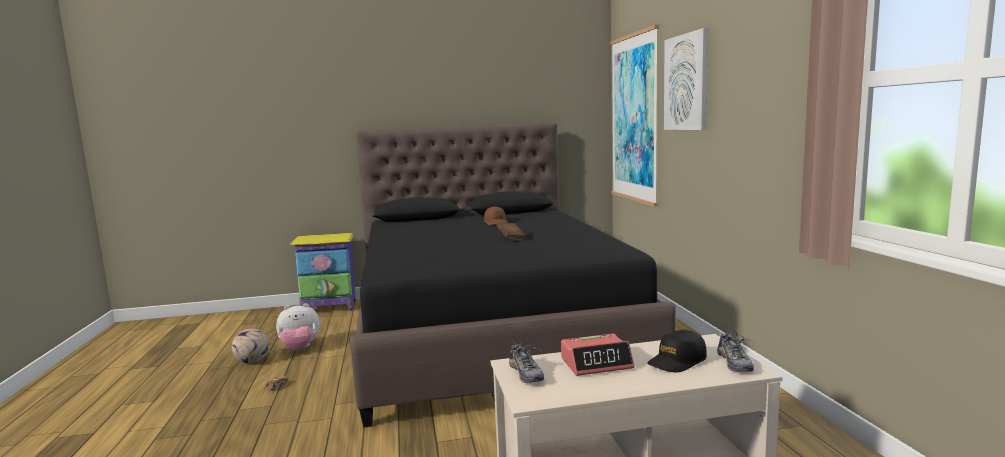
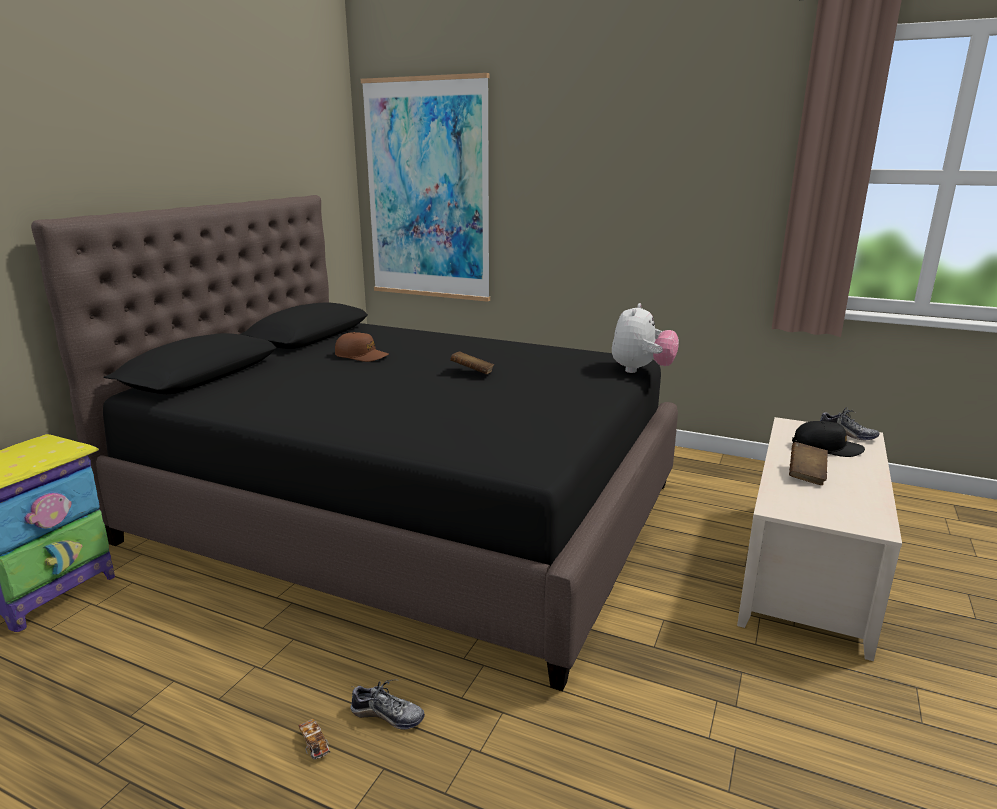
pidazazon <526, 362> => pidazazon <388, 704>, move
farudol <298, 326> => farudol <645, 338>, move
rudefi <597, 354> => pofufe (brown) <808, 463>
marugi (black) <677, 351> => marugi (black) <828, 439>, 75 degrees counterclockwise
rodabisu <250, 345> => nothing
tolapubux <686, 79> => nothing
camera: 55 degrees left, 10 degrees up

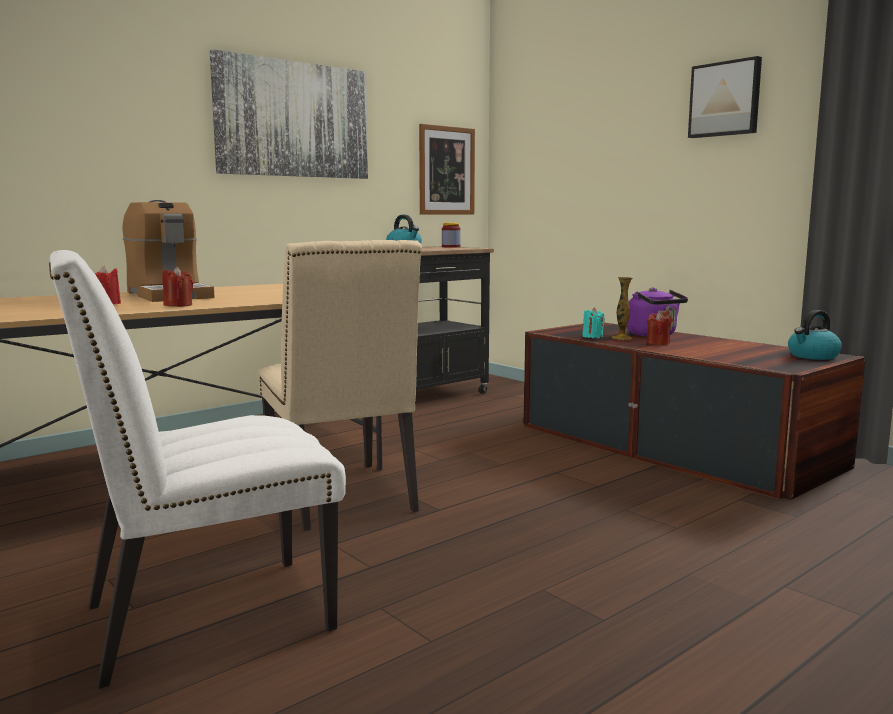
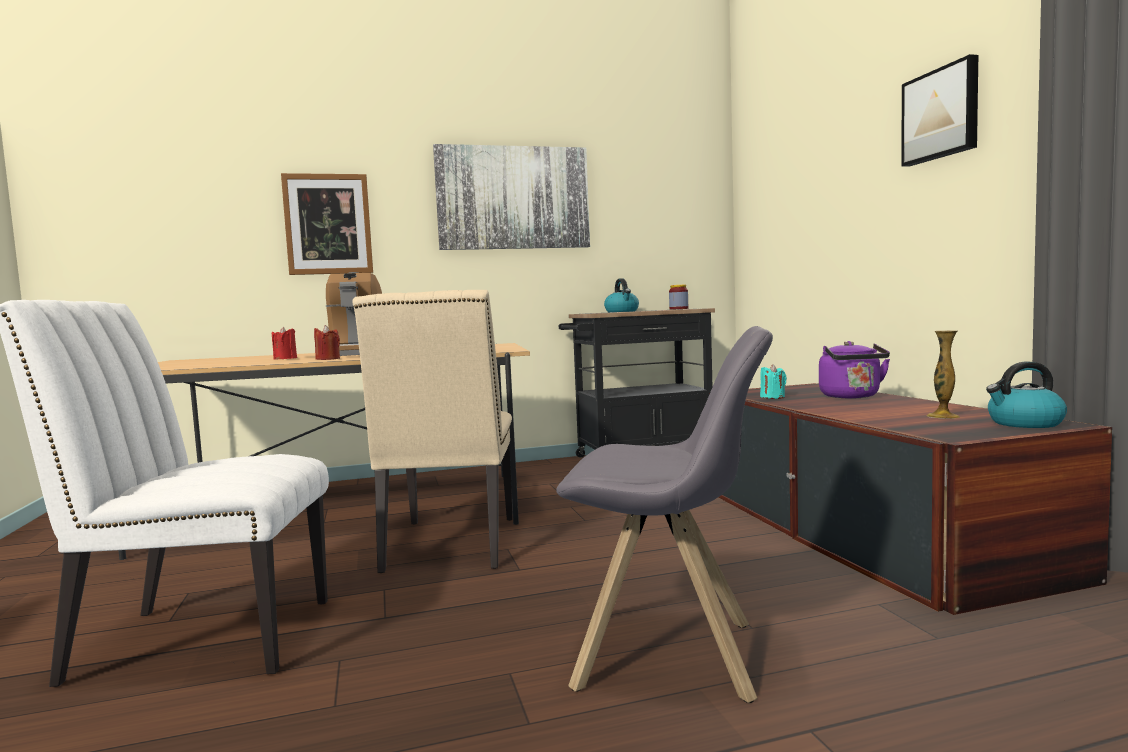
tolapubux <447, 169> => tolapubux <327, 224>, move
nothing => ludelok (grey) <664, 514>
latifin <621, 308> => latifin <943, 375>, move
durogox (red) <659, 328> => nothing
camera: 25 degrees right, 5 degrees down

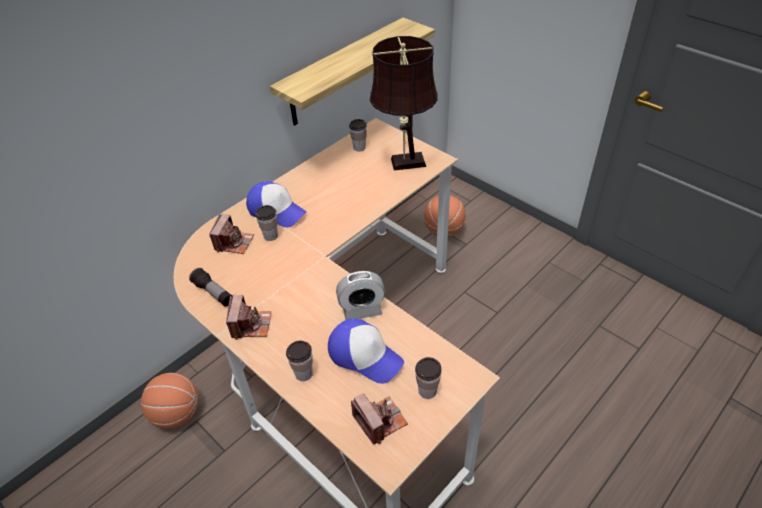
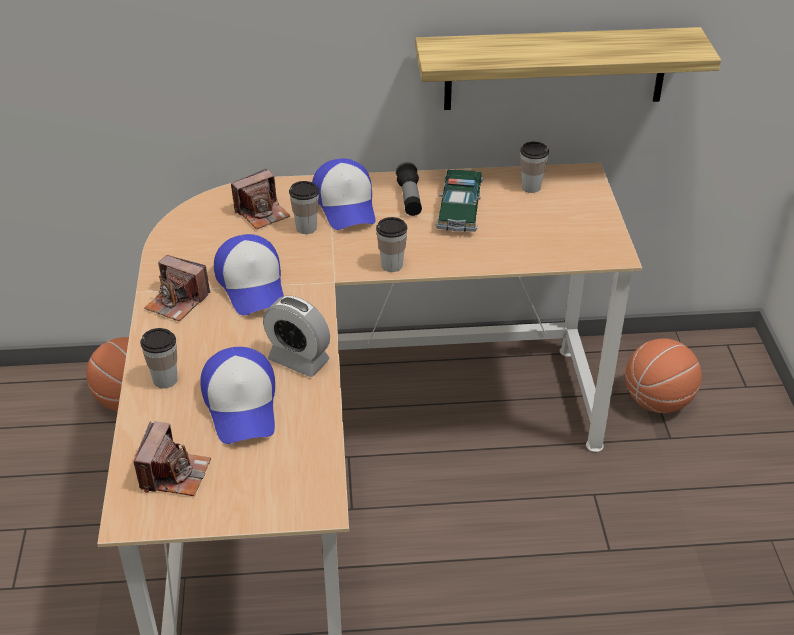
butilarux <248, 317> => butilarux <177, 288>, 75 degrees clockwise
nothing => marugi <249, 275>
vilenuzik <428, 378> => vilenuzik <391, 244>, move
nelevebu <210, 287> => nelevebu <409, 189>, move
nothing => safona <459, 200>
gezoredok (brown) <404, 103> => nothing
camera: 40 degrees right, 5 degrees down

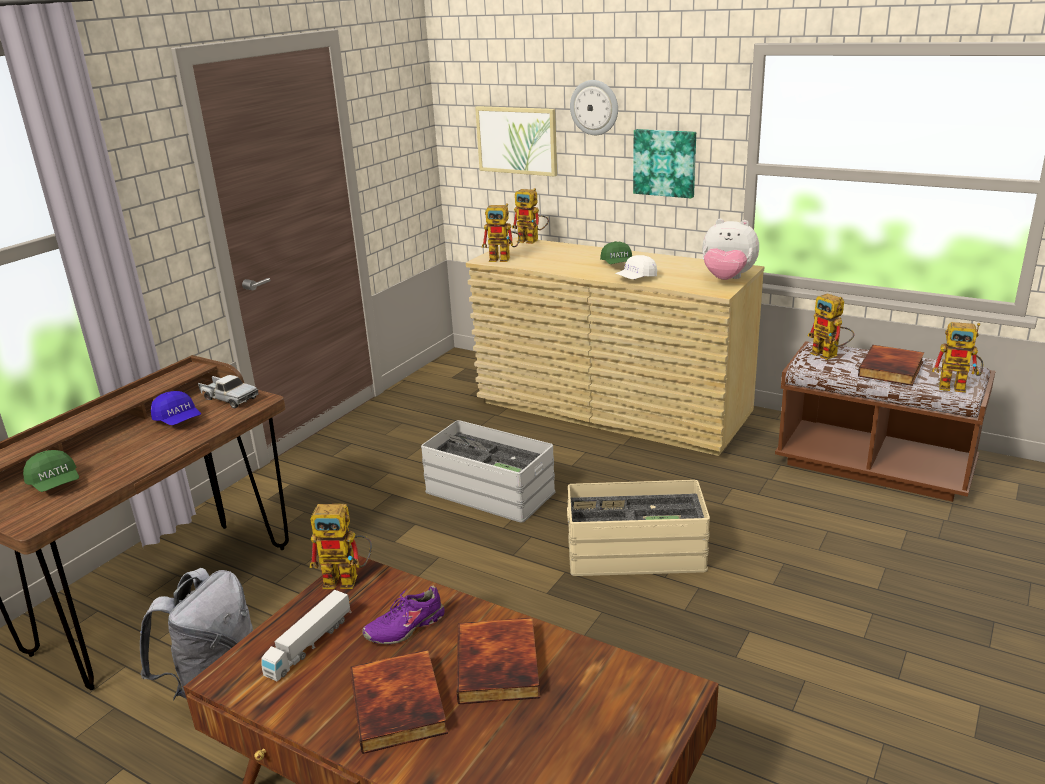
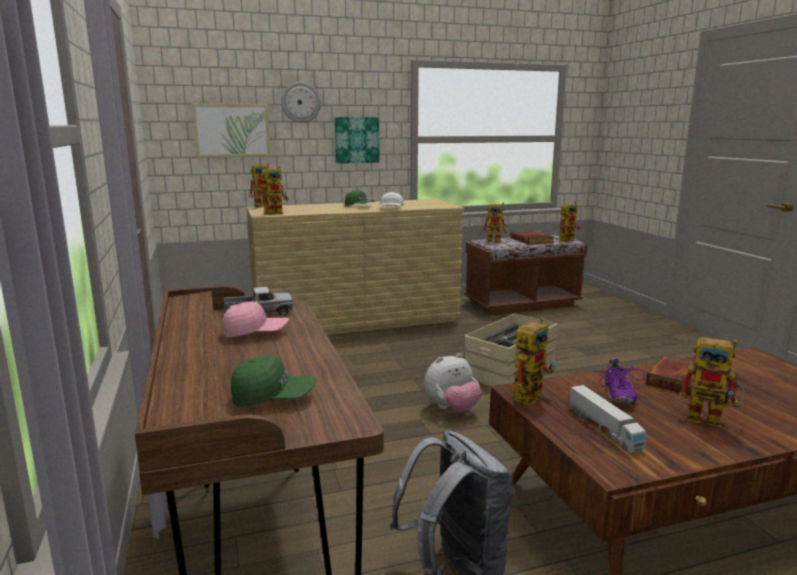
marugi (blue) <176, 408> => marugi (pink) <256, 319>
farudol <730, 249> => farudol <453, 382>, move
pofufe <399, 702> => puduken <711, 382>
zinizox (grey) <488, 471> => nothing
camera: 50 degrees left, 10 degrees down

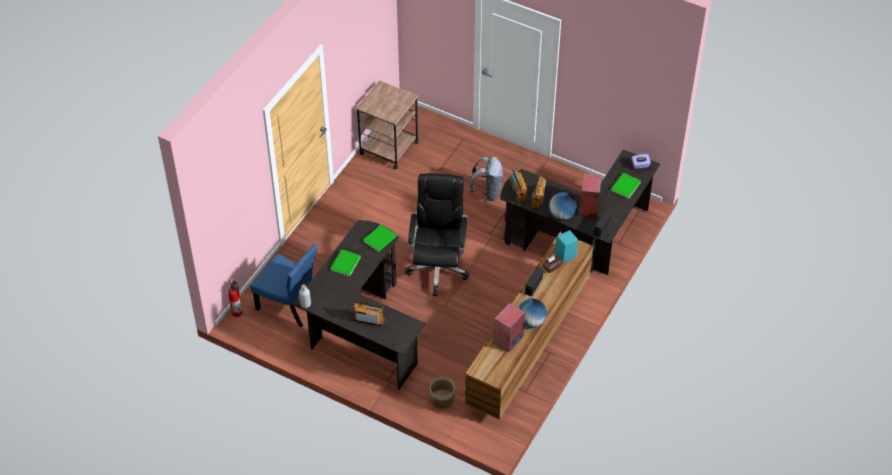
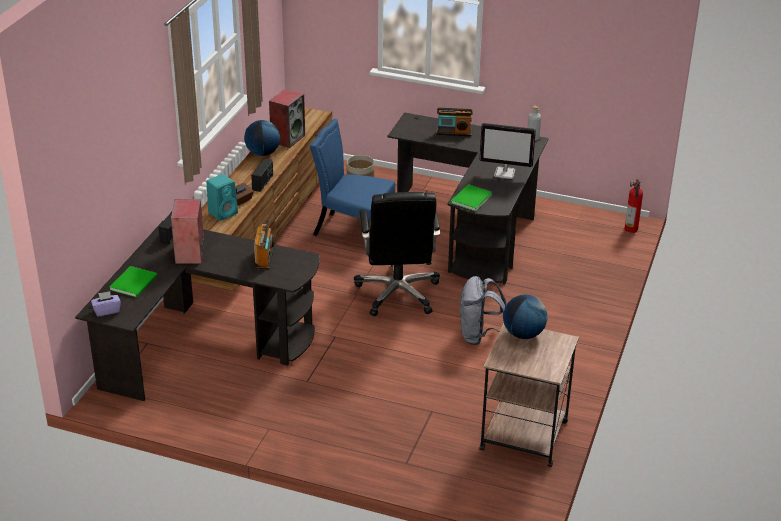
ludelok (blue) <283, 285> => ludelok (blue) <352, 177>, move
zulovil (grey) <487, 179> => zulovil (grey) <483, 310>, move
pofufe (green) <345, 263> => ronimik <508, 151>
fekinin <563, 206> => fekinin <525, 317>, move
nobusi <518, 186> => nothing
camera: 170 degrees right, 15 degrees down

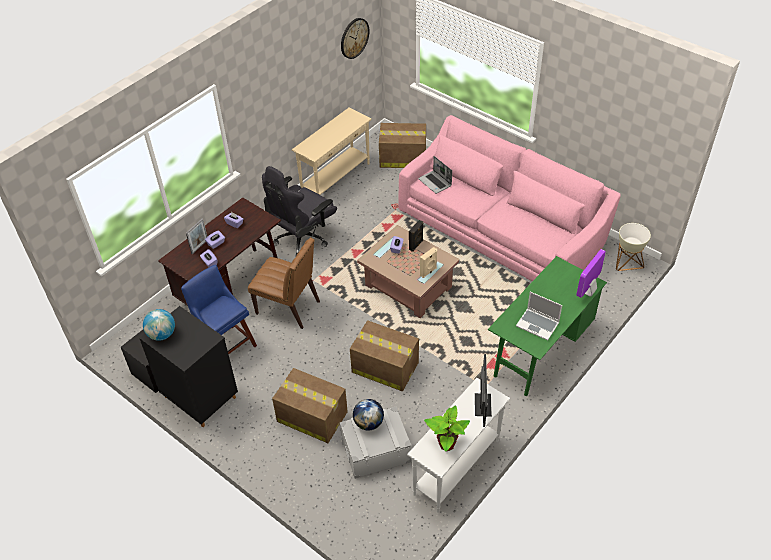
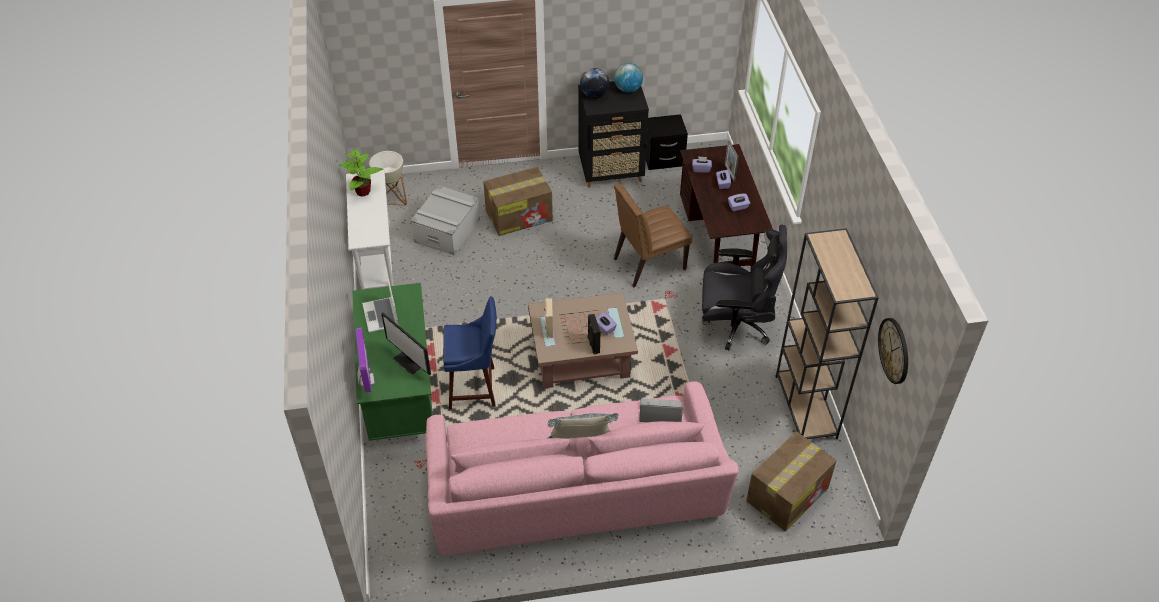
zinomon <539, 316> => zinomon <380, 305>, 90 degrees counterclockwise
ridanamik <633, 247> => ridanamik <388, 178>, move
ronimik <483, 390> => ronimik <406, 343>, move
ludelok (blue) <219, 310> => ludelok (blue) <470, 352>, move
nothing => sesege <582, 426>
fekinin <368, 414> => fekinin <594, 83>, move
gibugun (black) <299, 210> => gibugun (black) <744, 287>, 105 degrees clockwise
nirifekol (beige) <332, 151> => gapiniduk <827, 333>
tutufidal <384, 356> => nothing
camera: 130 degrees right, 0 degrees up

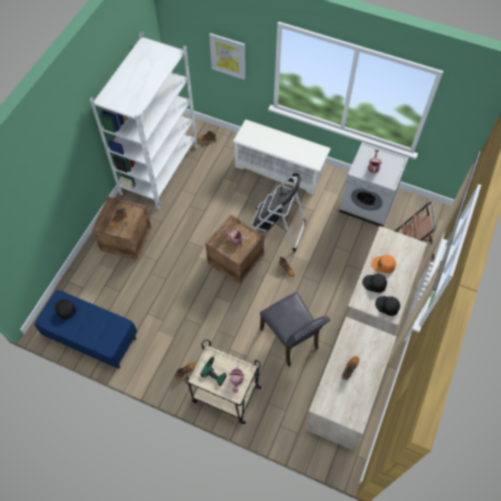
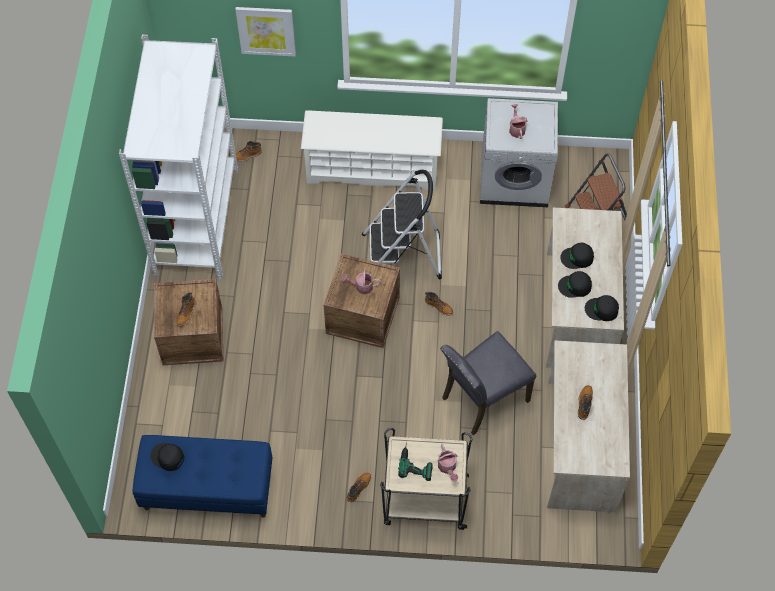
ludelok (grey) <295, 329> => ludelok (grey) <488, 383>, 105 degrees clockwise
marugi (orange) <384, 264> => marugi (black) <577, 256>
camera: 20 degrees left, 0 degrees up

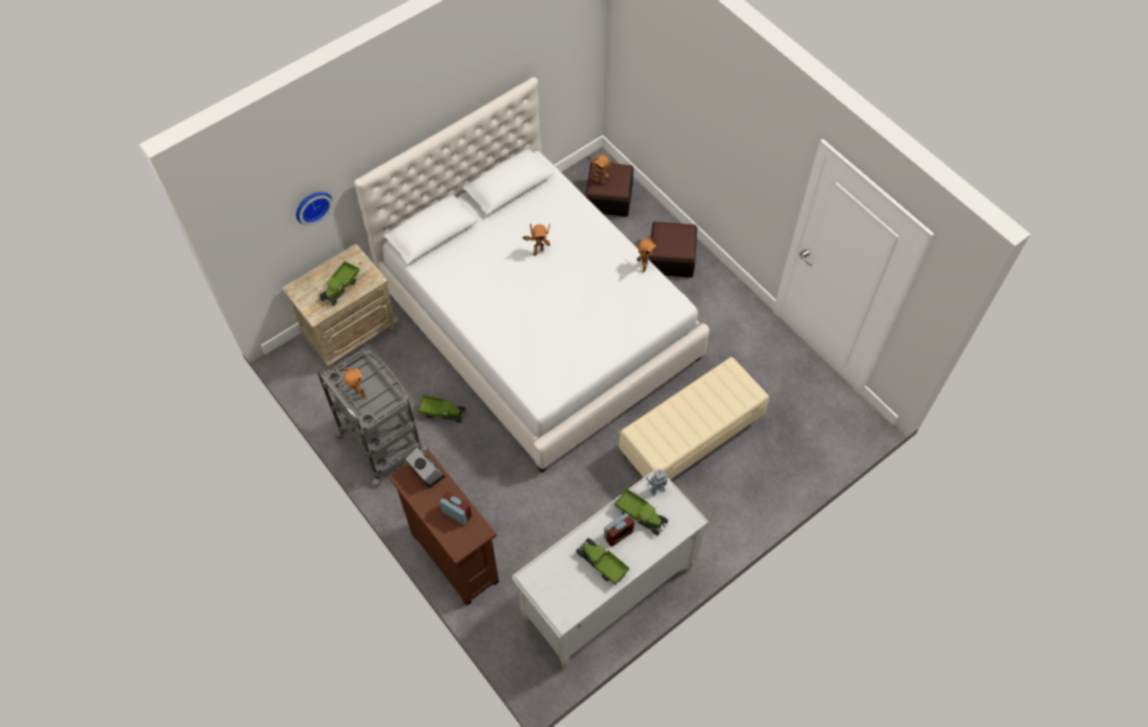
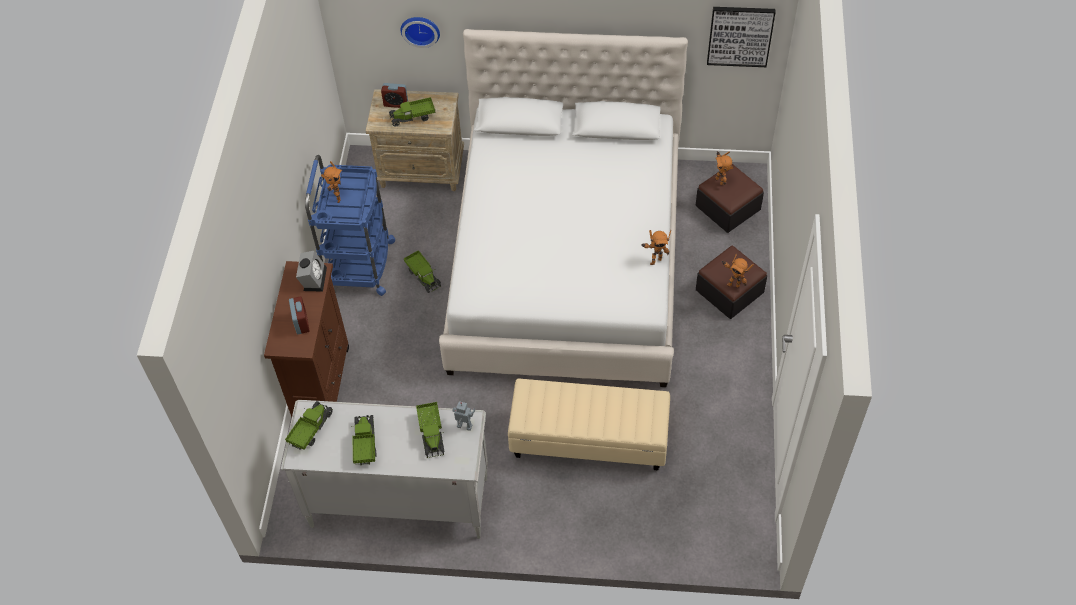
nothing => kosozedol <309, 425>
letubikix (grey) <372, 419> => letubikix (blue) <350, 225>
rudefi <619, 530> => rudefi <394, 95>, move
nothing => tolapubux <741, 37>
puduken <536, 240> => puduken <737, 270>, move
camera: 45 degrees right, 5 degrees down

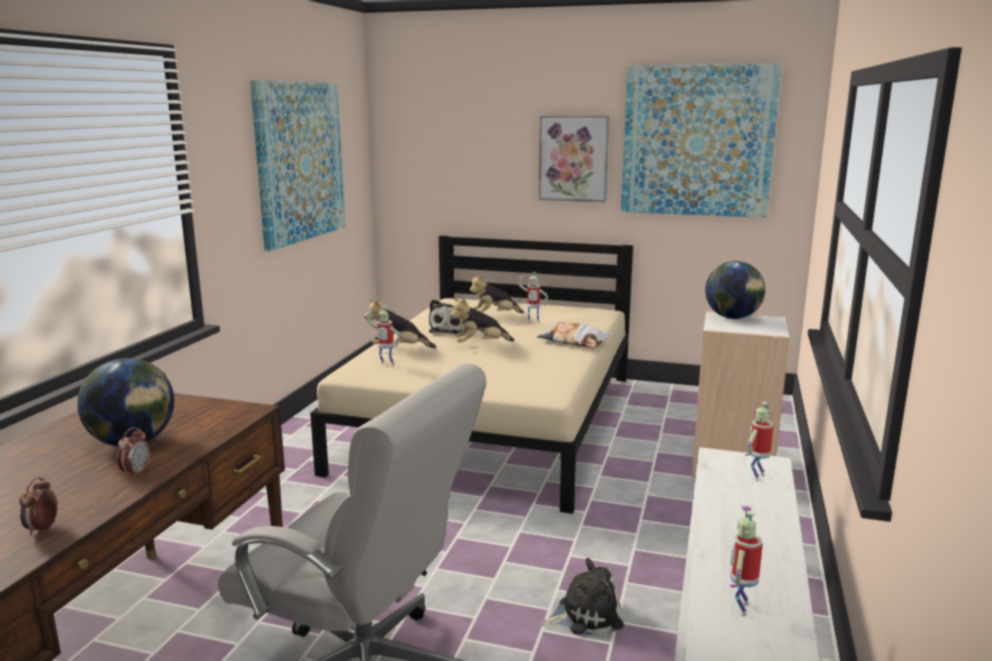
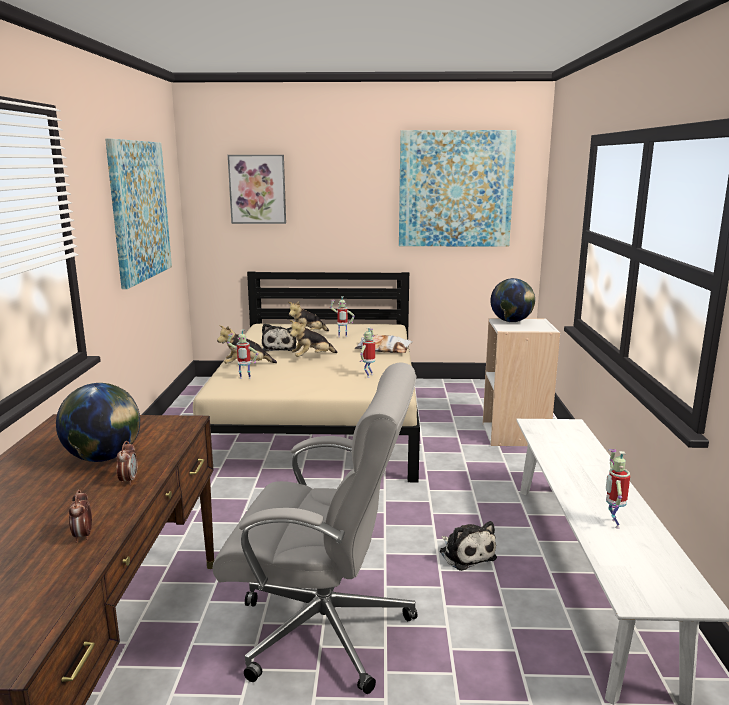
tolapubux <574, 159> => tolapubux <257, 189>, move
puduken <759, 441> => puduken <367, 352>, move
farudol <582, 596> => farudol <468, 546>, 90 degrees clockwise
camera: 15 degrees left, 0 degrees up

